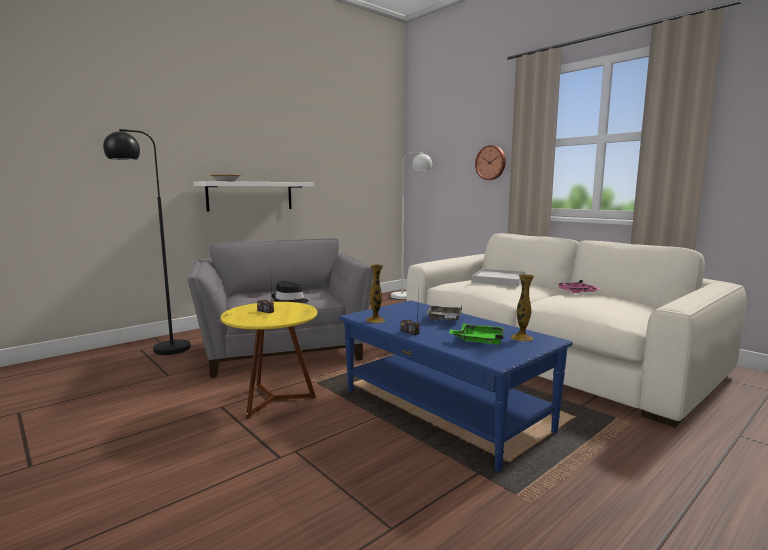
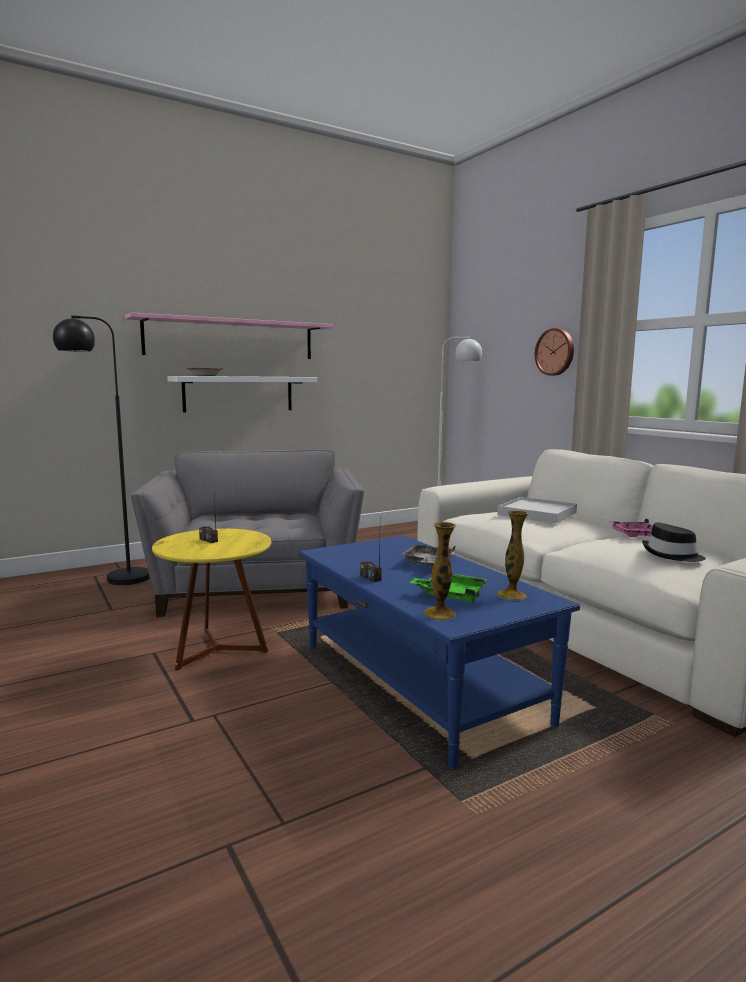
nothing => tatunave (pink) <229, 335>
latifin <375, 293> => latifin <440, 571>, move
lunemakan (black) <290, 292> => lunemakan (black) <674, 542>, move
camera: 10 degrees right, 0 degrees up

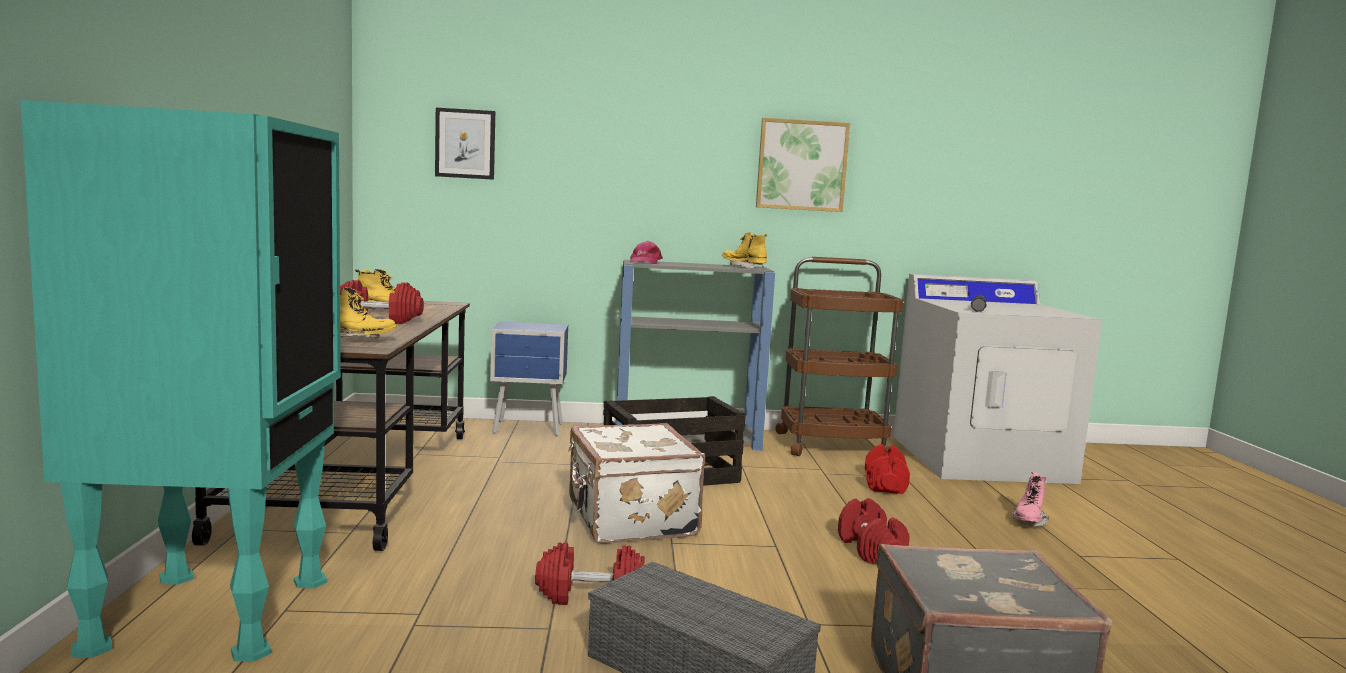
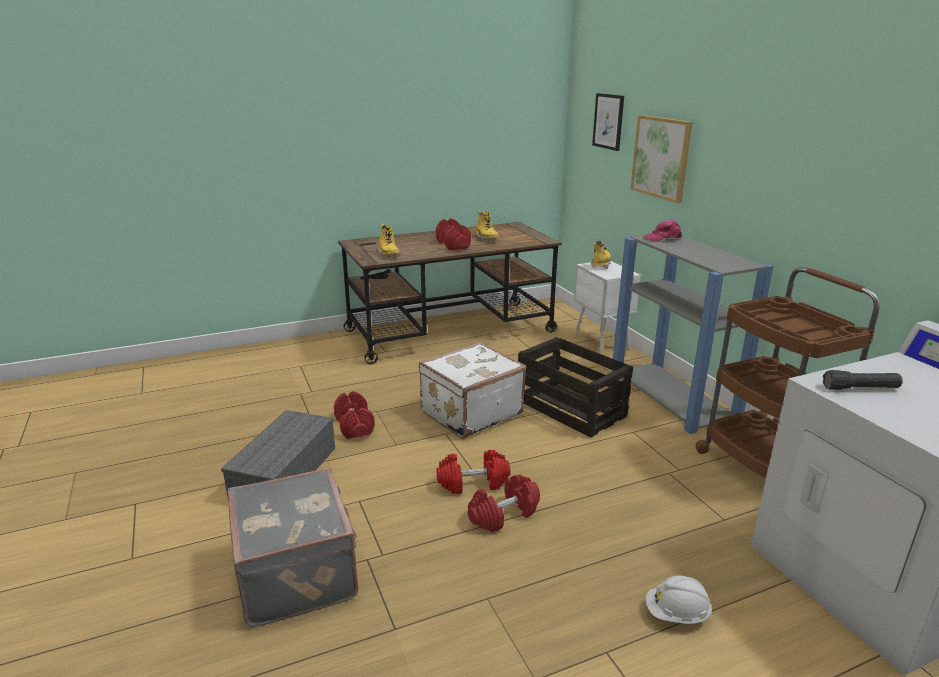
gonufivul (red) <887, 469> => gonufivul (red) <473, 472>, move
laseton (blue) <529, 379> => laseton (white) <607, 307>
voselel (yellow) <744, 250> => voselel (yellow) <601, 255>, move
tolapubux <803, 165> => tolapubux <661, 159>, move
voselel (pink) <1029, 499> => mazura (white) <679, 599>
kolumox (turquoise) <180, 381> => nothing
camera: 70 degrees right, 15 degrees up

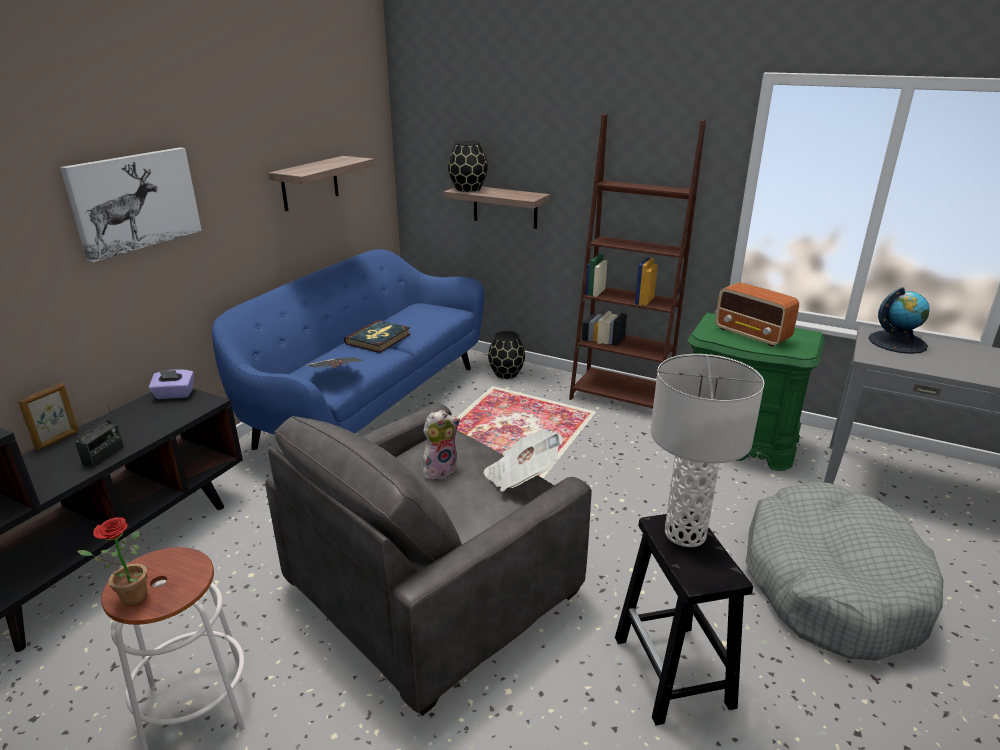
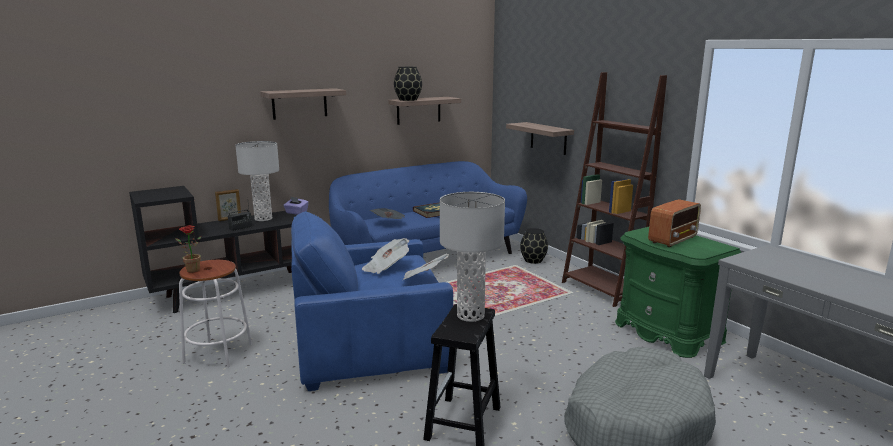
nothing => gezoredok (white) <257, 181>
tolapubux <131, 204> => tatunave <303, 104>
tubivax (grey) <428, 559> => tubivax (blue) <372, 301>
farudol <441, 446> => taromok <385, 256>
latifin (black) <468, 166> => latifin (black) <408, 84>, move
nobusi <757, 314> => nobusi <674, 223>, 120 degrees counterclockwise
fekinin <899, 320> => nothing
camera: 30 degrees right, 10 degrees down

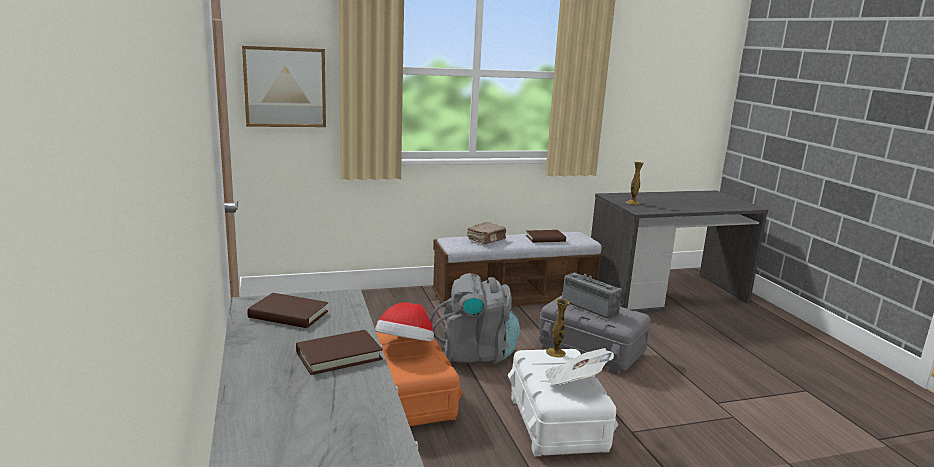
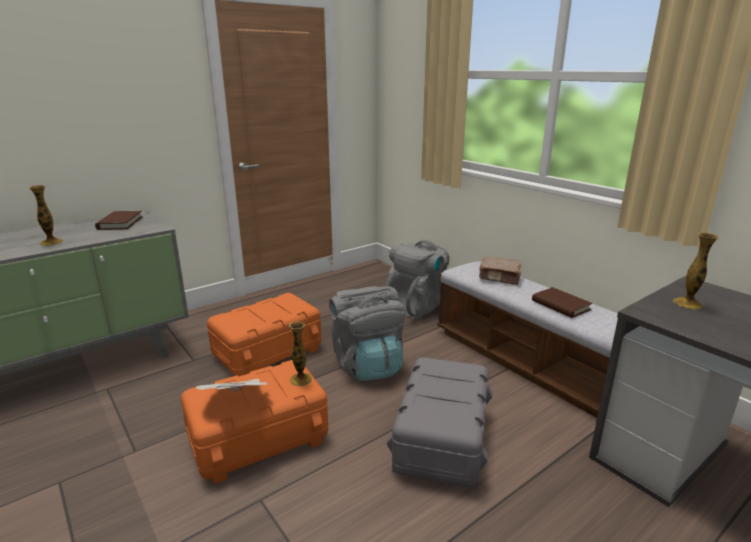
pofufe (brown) <339, 352> => latifin <46, 215>
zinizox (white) <563, 402> => zinizox (orange) <254, 422>
nothing => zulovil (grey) <417, 279>
tolapubux <284, 86> => nothing
lunemakan <404, 321> => nothing
nobusi <593, 295> => nothing
camera: 70 degrees right, 5 degrees up

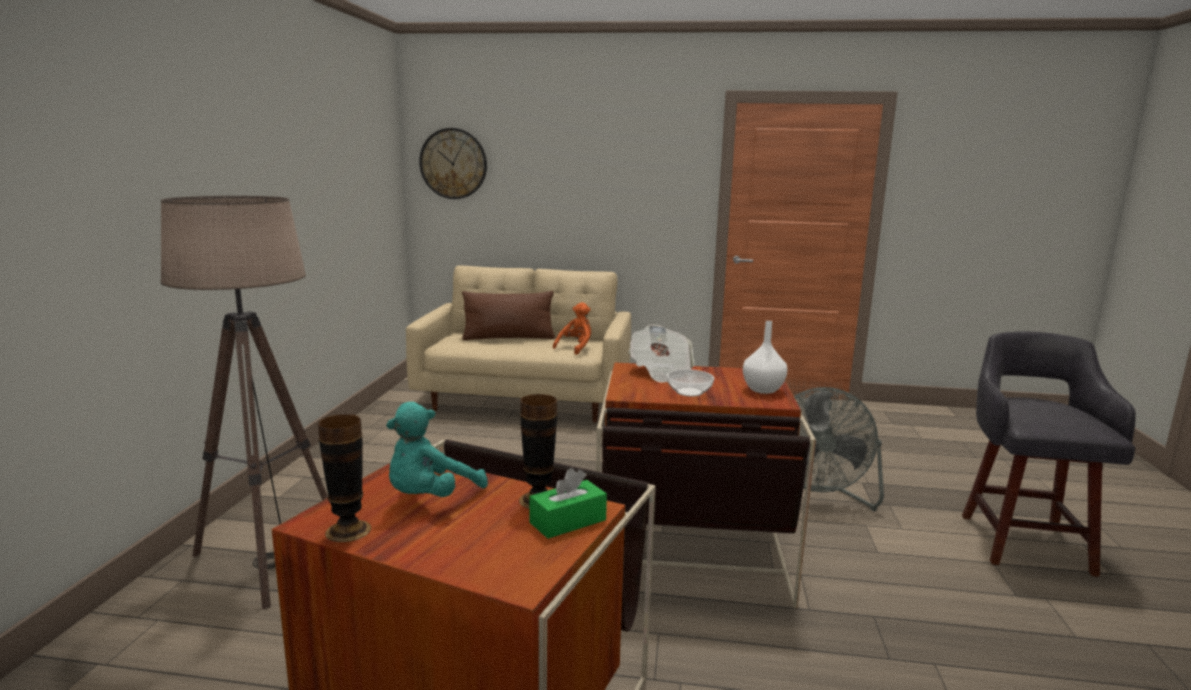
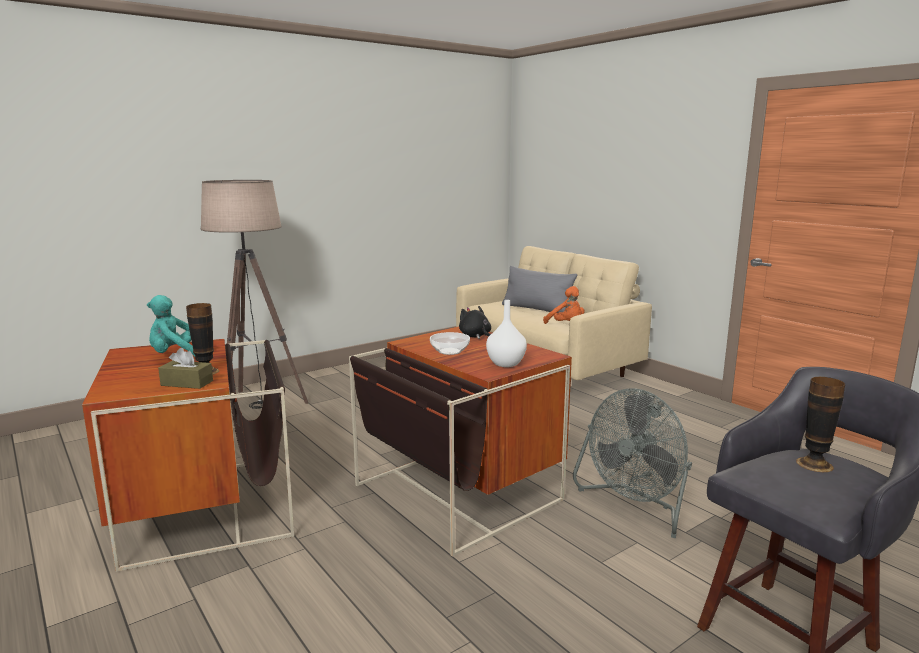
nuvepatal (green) <568, 503> => nuvepatal (brown) <185, 368>
taromok <661, 353> => farudol (black) <475, 322>
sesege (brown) <508, 315> => sesege (grey) <539, 289>
farudol (orange) <572, 328> => farudol (orange) <564, 305>, 60 degrees clockwise
latifin <344, 478> => latifin <820, 424>, move
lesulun <453, 163> => nothing
camera: 45 degrees right, 0 degrees up

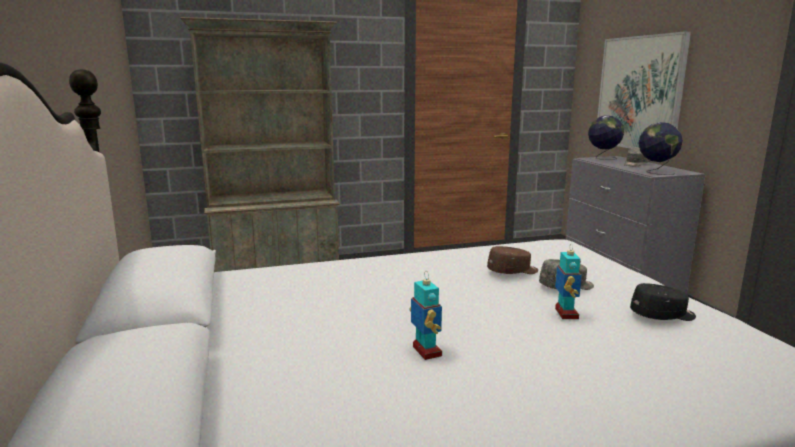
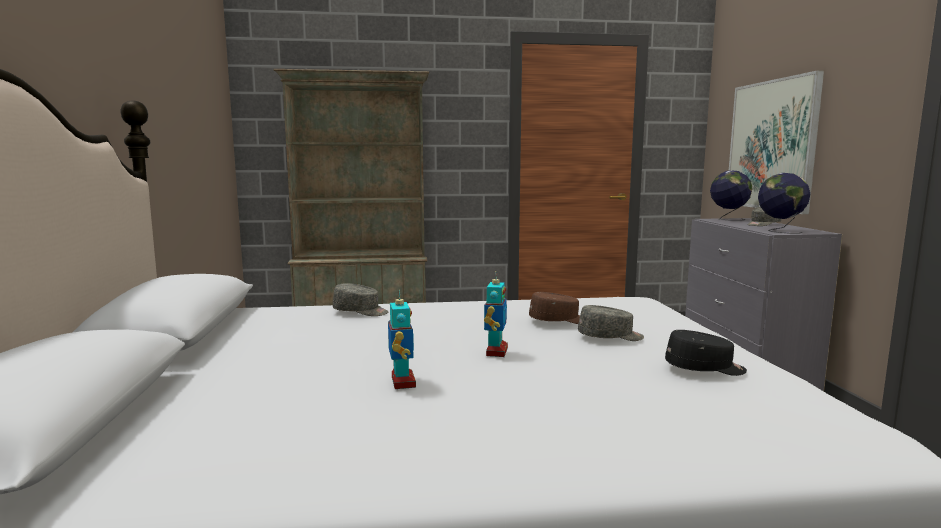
nothing => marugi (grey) <360, 299>
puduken <568, 281> => puduken <496, 314>, move
camera: 10 degrees right, 5 degrees down

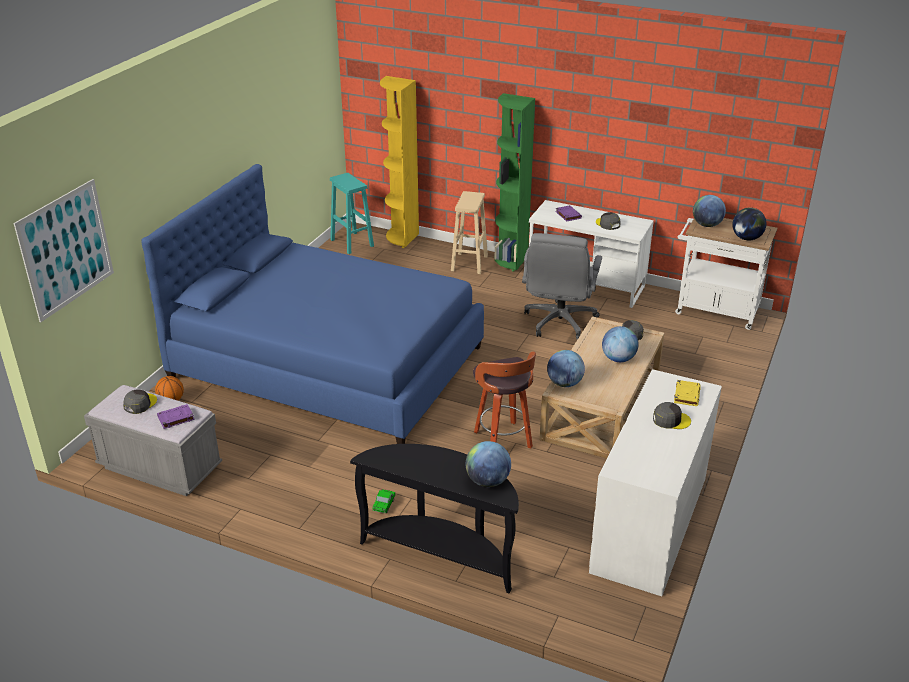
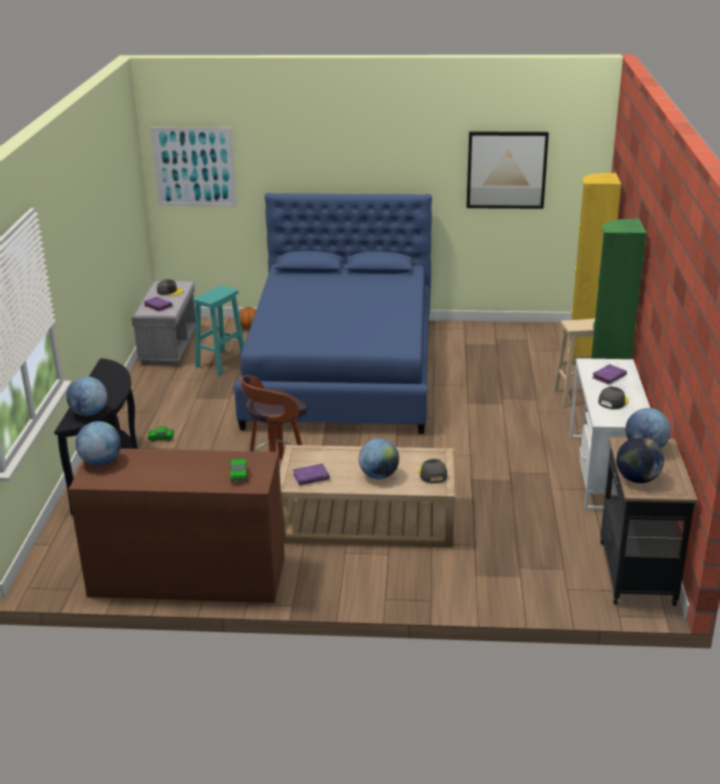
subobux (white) <655, 482> => subobux (brown) <176, 525>
fekinin <566, 368> => fekinin <98, 443>, move
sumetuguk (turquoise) <352, 213> => sumetuguk (turquoise) <218, 330>, move
pofufe (yellow) <687, 393> => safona <238, 470>
nothing => pofufe (purple) <311, 474>
nothing => tolapubux <507, 170>
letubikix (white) <726, 274> => letubikix (black) <649, 521>
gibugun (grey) <562, 286> => nothing
marugi (grey) <672, 415> => nothing
camera: 70 degrees right, 5 degrees down

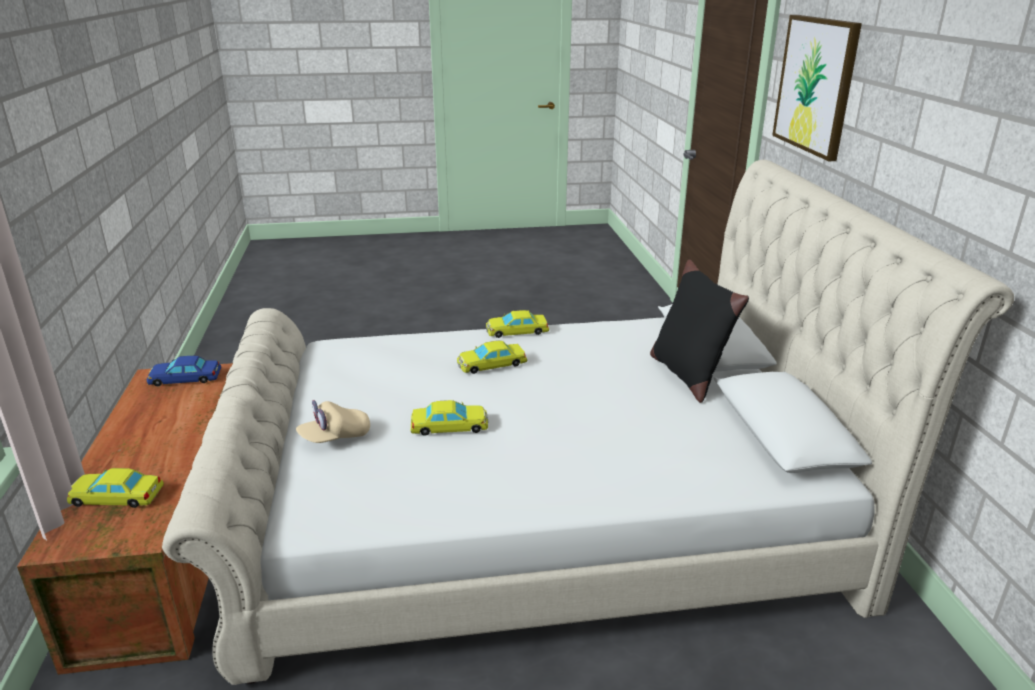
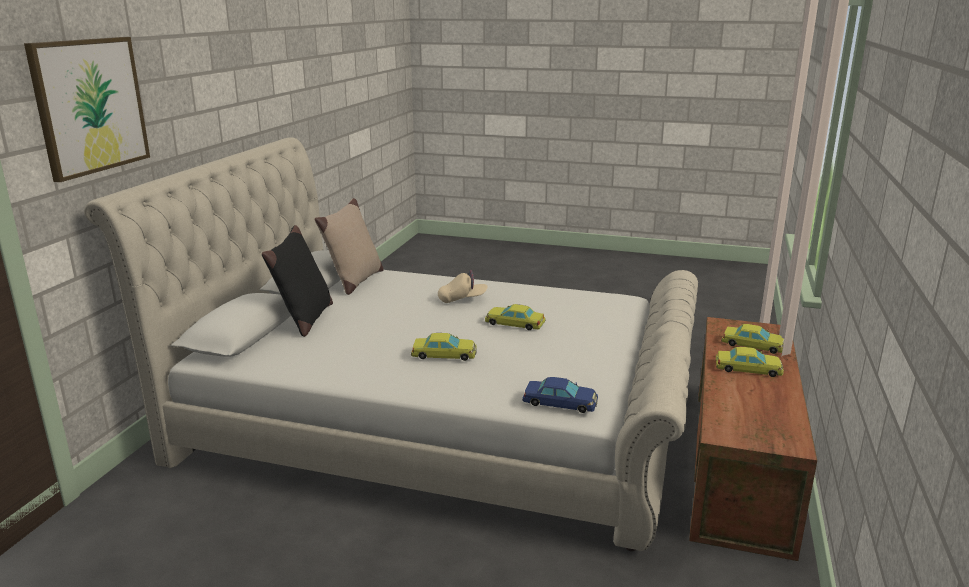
nothing => sesege (beige) <349, 246>
marugi (beige) <333, 421> => marugi (beige) <463, 286>, move
safona (blue) <184, 371> => safona (blue) <560, 395>, move
safona (yellow) <517, 324> => safona (yellow) <750, 362>, move
camera: 155 degrees left, 5 degrees down

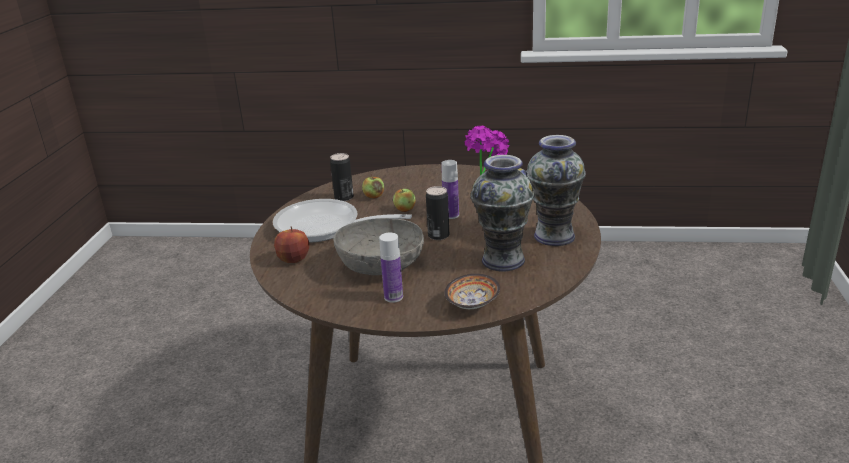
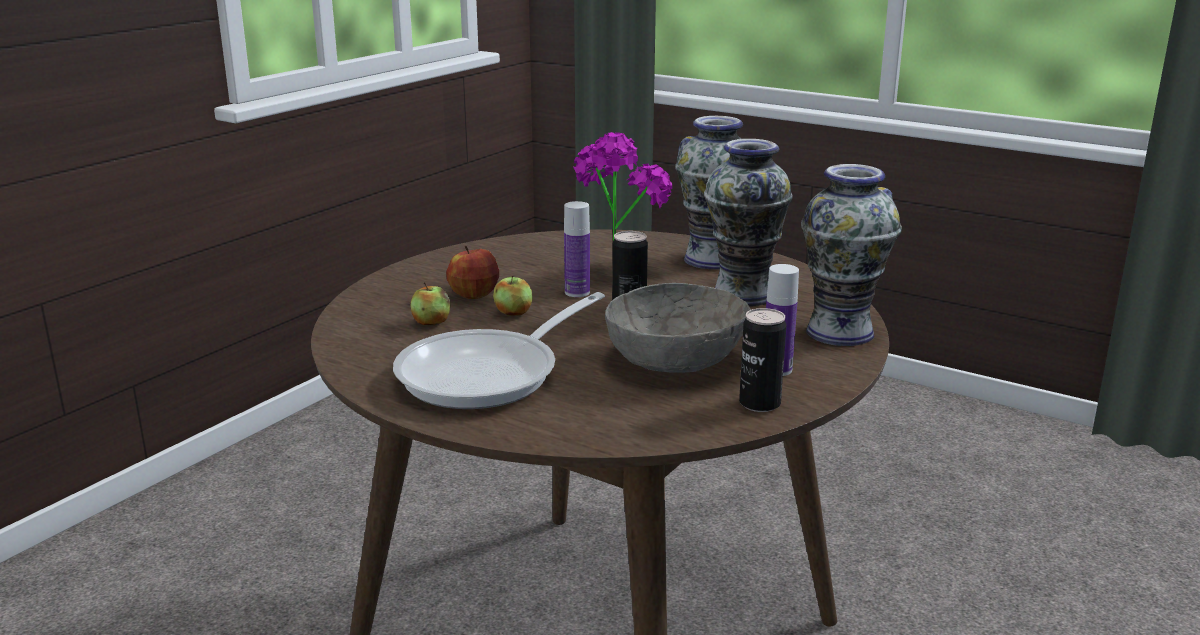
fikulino <291, 245> => fikulino <472, 272>, move
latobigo <342, 177> => latobigo <762, 360>, move
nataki <472, 291> => latifin <851, 255>
camera: 65 degrees left, 5 degrees down

